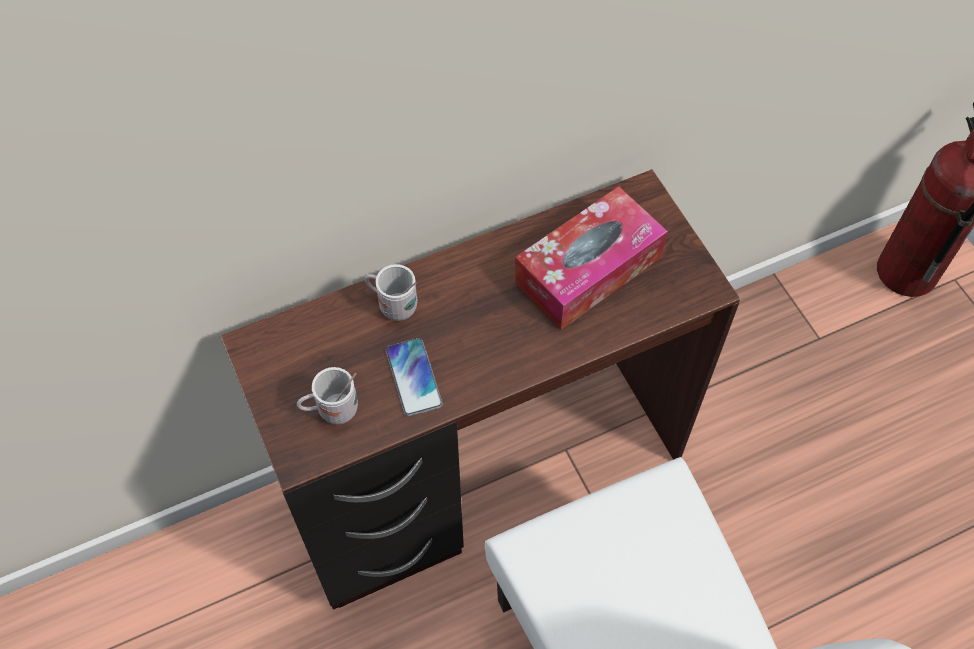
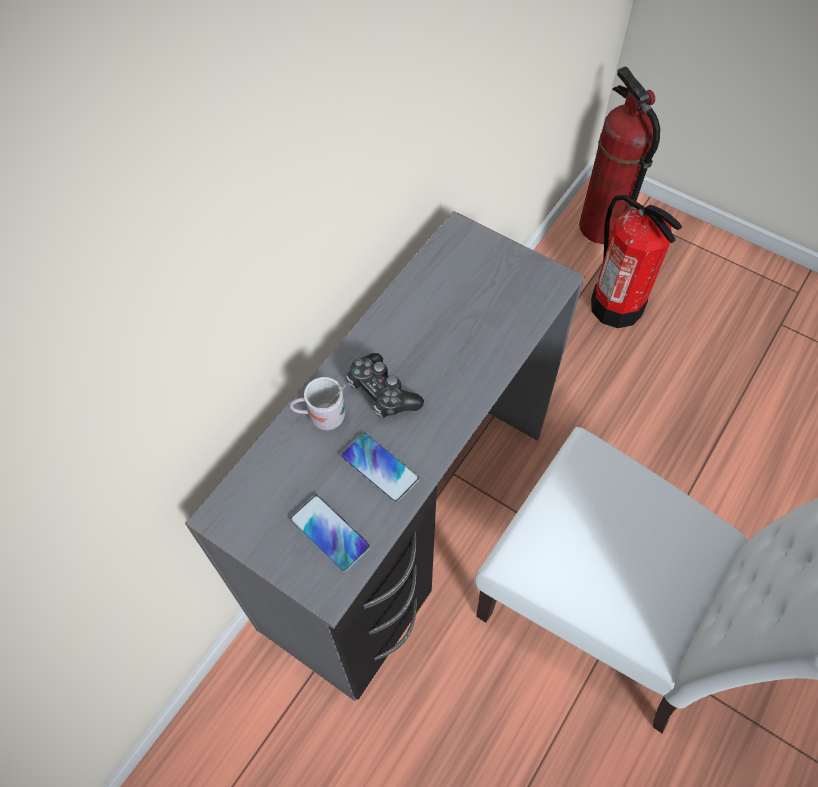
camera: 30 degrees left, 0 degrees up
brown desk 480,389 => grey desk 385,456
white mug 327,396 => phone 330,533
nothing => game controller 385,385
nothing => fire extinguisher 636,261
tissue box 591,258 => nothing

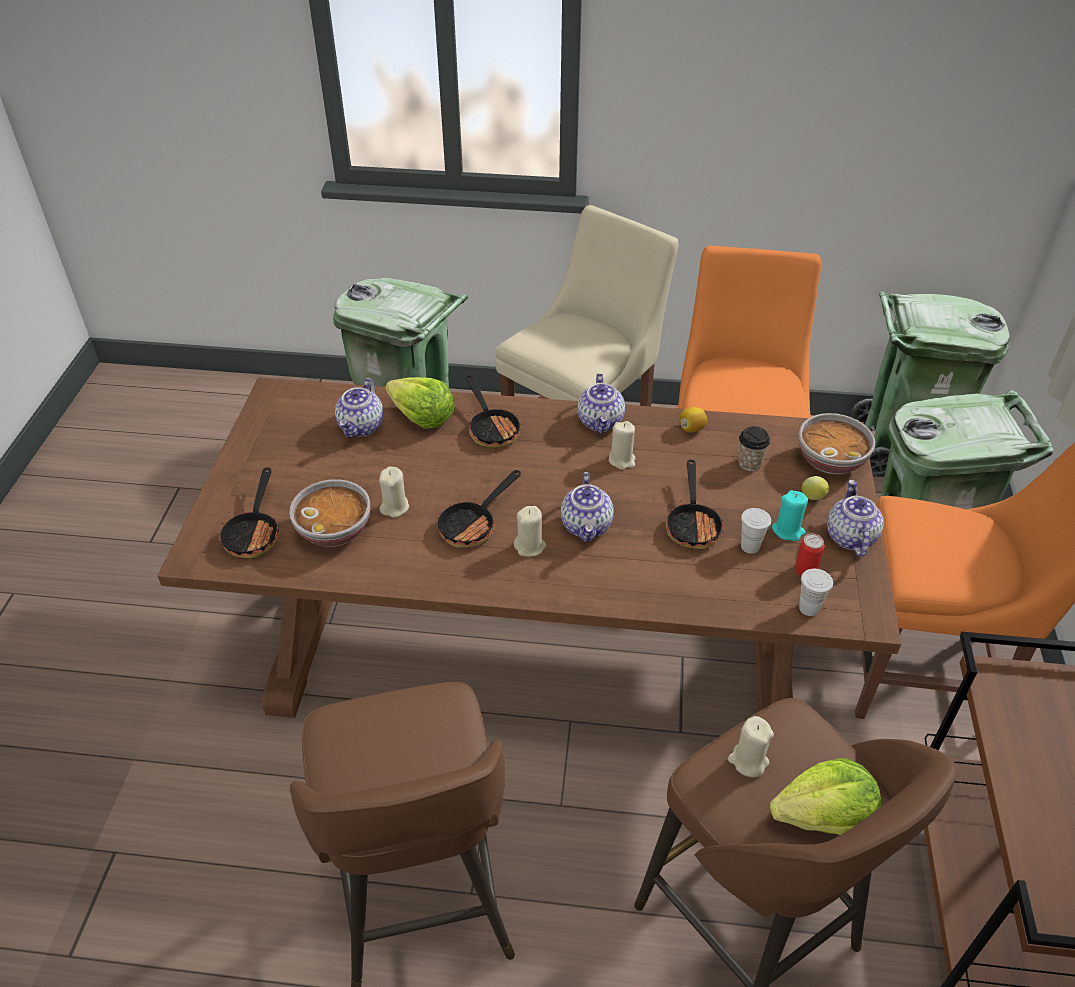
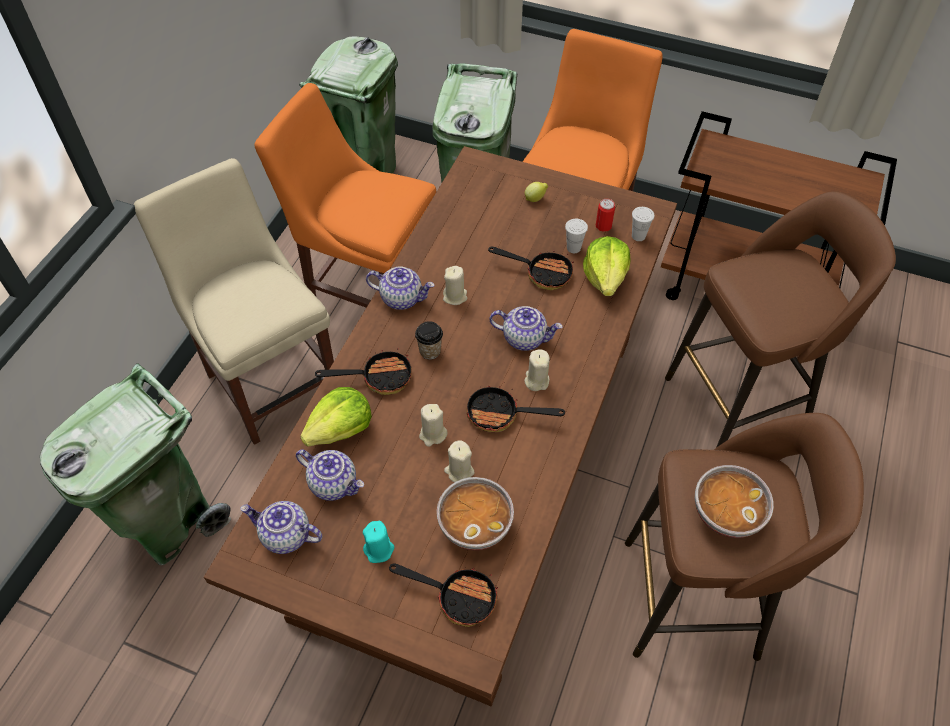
camera: 75 degrees left, 10 degrees up
teapot 855,518 => teapot 281,527, shifted
turquoise candle 790,515 => turquoise candle 378,541, shifted
cup 754,448 => cup 429,340, shifted
beige candle 751,746 => beige candle 433,425, shifted
frying pan 479,509 => frying pan 515,409, 135 degrees clockwise
lettuce 825,796 => lettuce 607,266, shifted
bowl 836,443 => bowl 734,501, shifted
lemon 693,419 => nothing

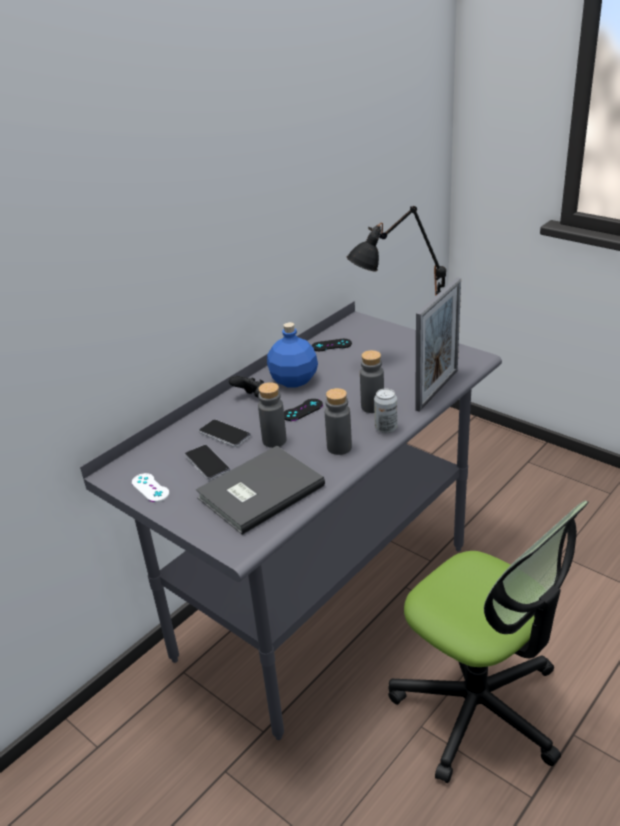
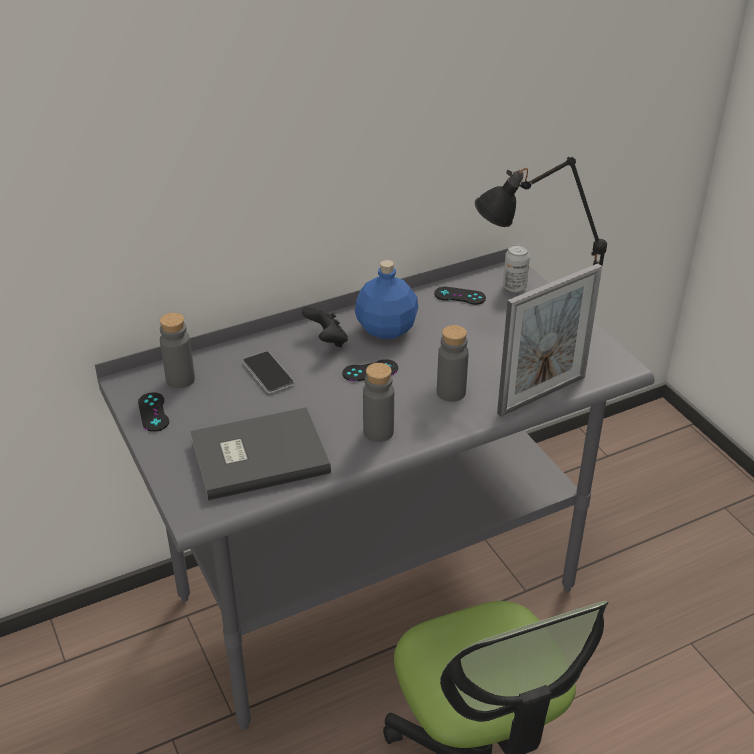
camera: 20 degrees right, 5 degrees up
white game controller 150,487 => black game controller 153,412
grey bottle 272,415 => grey bottle 177,350, shifted
can 385,411 => can 516,268, shifted
phone 207,462 => nothing

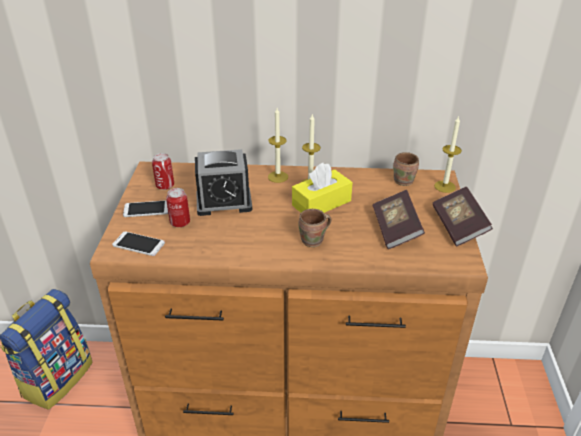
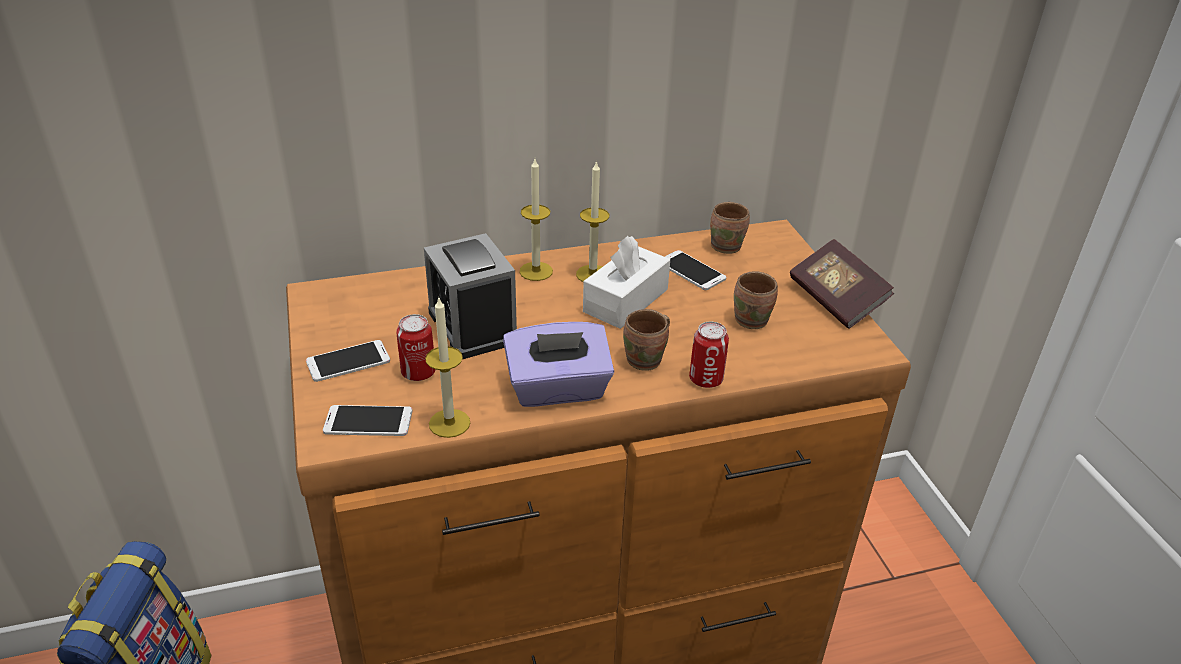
camera: 20 degrees left, 0 degrees up
alarm clock 223,182 => alarm clock 470,296, 90 degrees clockwise
candle 448,154 => candle 447,367, shifted
nothing => purple tissue box 558,364
yellow tissue box 322,188 => white tissue box 626,282
nothing => phone 695,270
can 163,171 => can 709,355, shifted
book 399,219 => brown mug 756,300

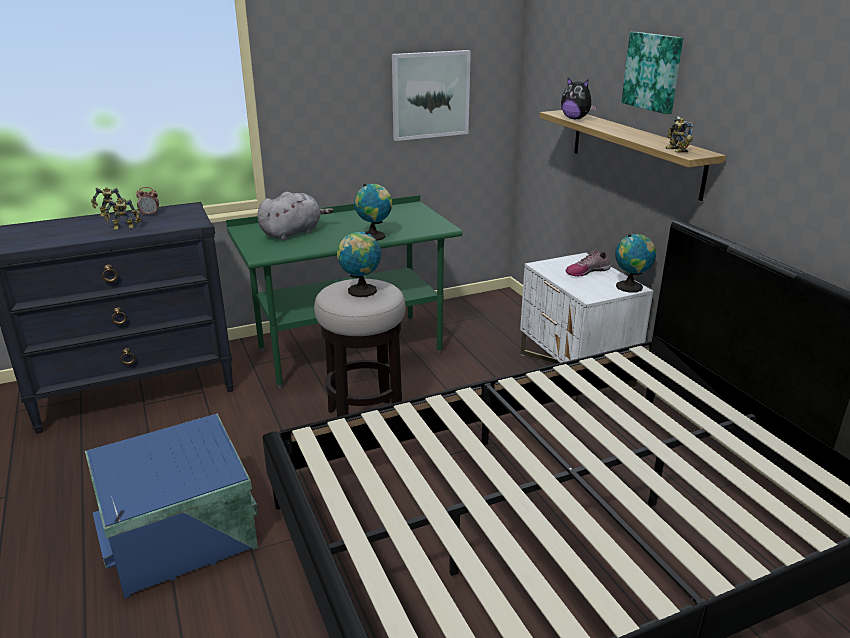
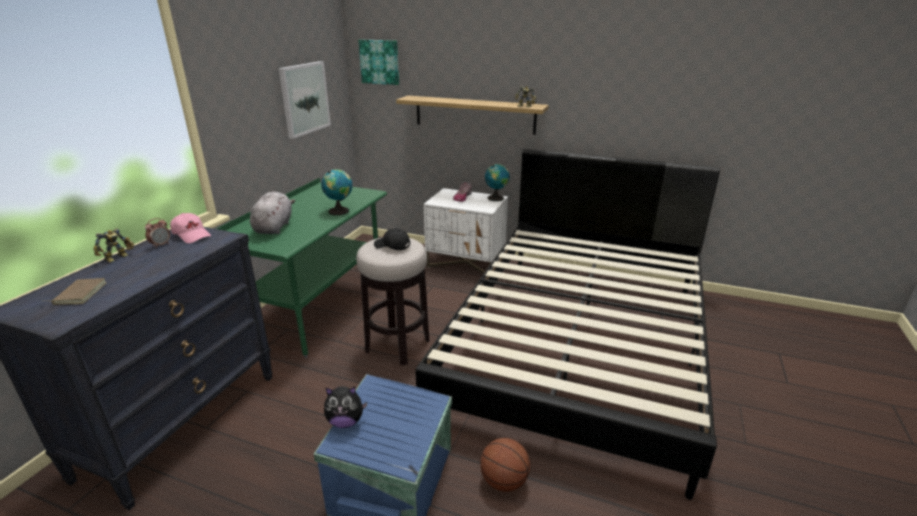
camera: 45 degrees left, 0 degrees up
nothing => brown book 75,291
nothing => pink cap 190,228
plush toy 579,98 => plush toy 345,407, shifted
picture 652,73 => picture 378,62, shifted
globe 359,264 => black cap 392,239
nothing => basketball 505,465
toy robot 122,215 => nothing

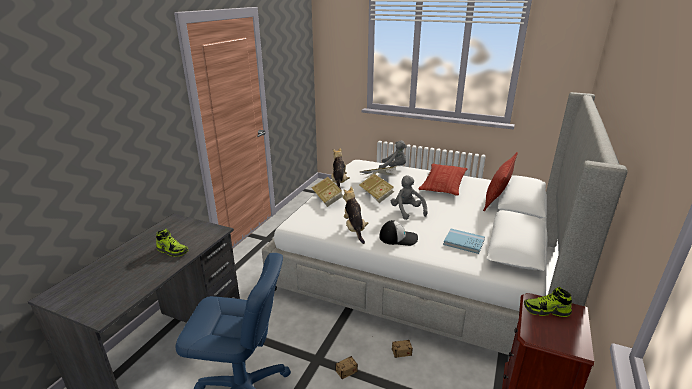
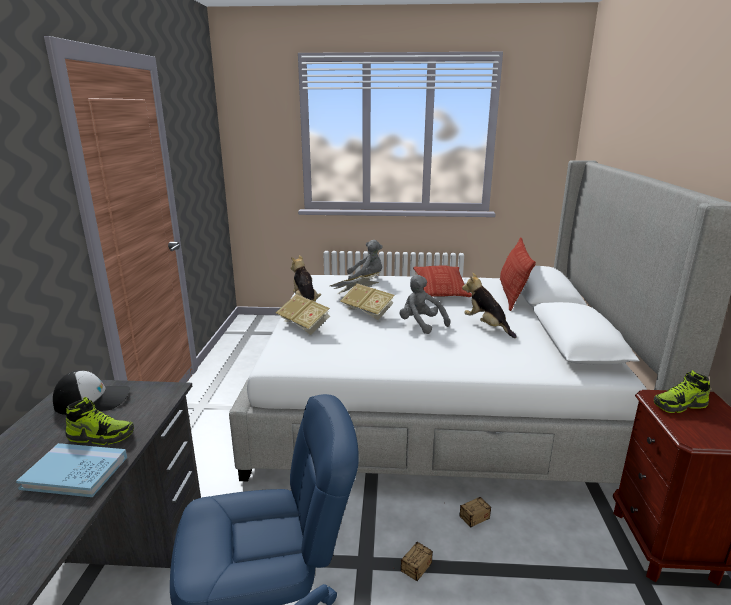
camera: 20 degrees left, 5 degrees down
blue book 464,241 => blue book 71,470, shifted
cap 398,233 => cap 91,392, shifted
plush toy 355,215 => plush toy 489,305, shifted

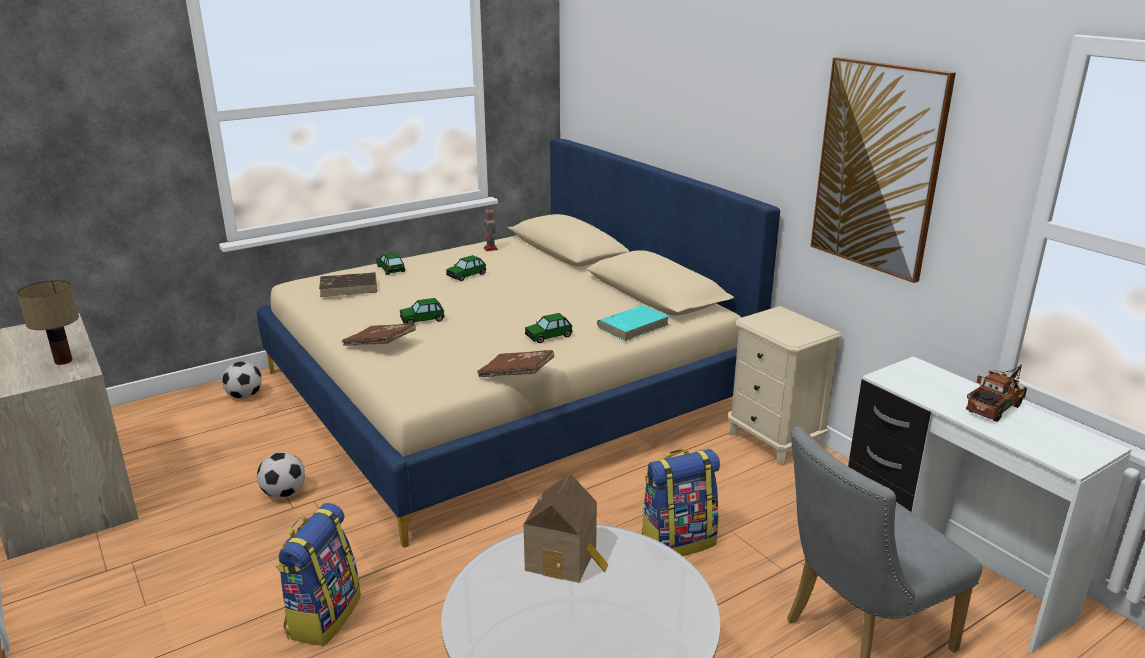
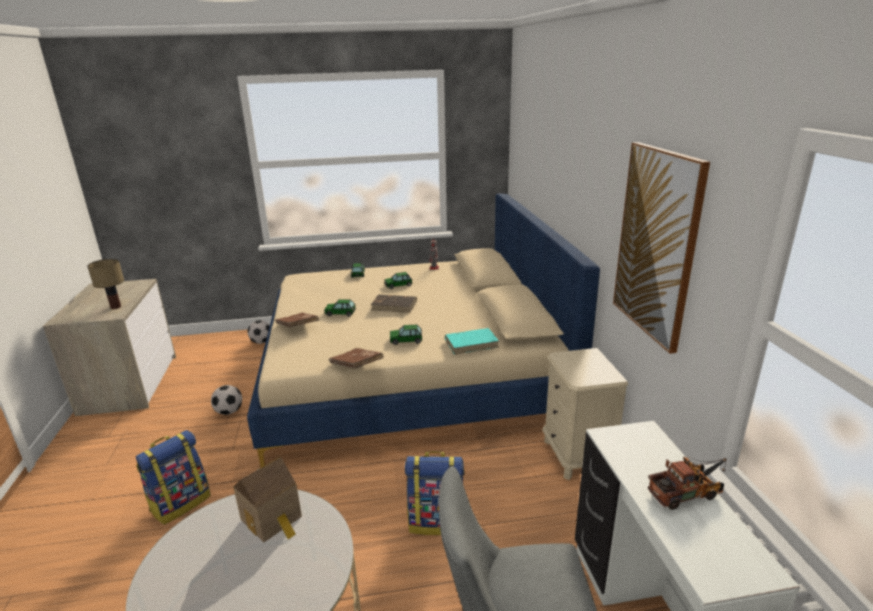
camera: 25 degrees right, 0 degrees up
brown book 348,284 => brown book 394,303, shifted

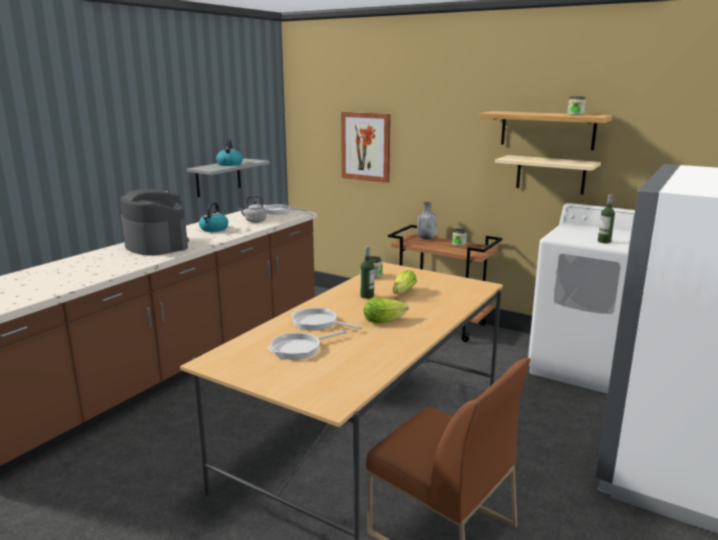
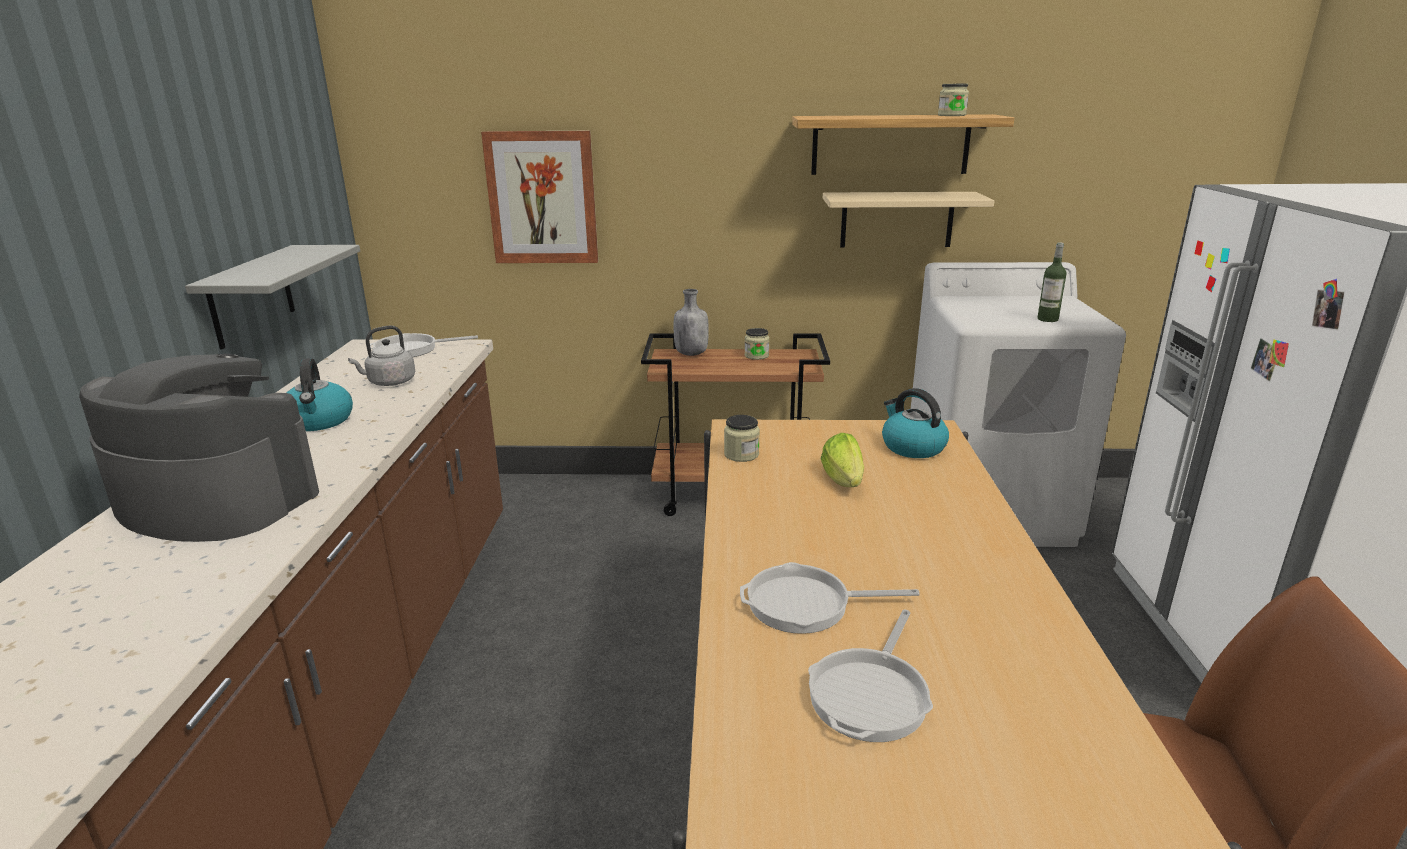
camera: 30 degrees left, 5 degrees up
kettle 229,152 => kettle 915,423, shifted
bottle 367,272 => nothing
lettuce 386,310 => nothing

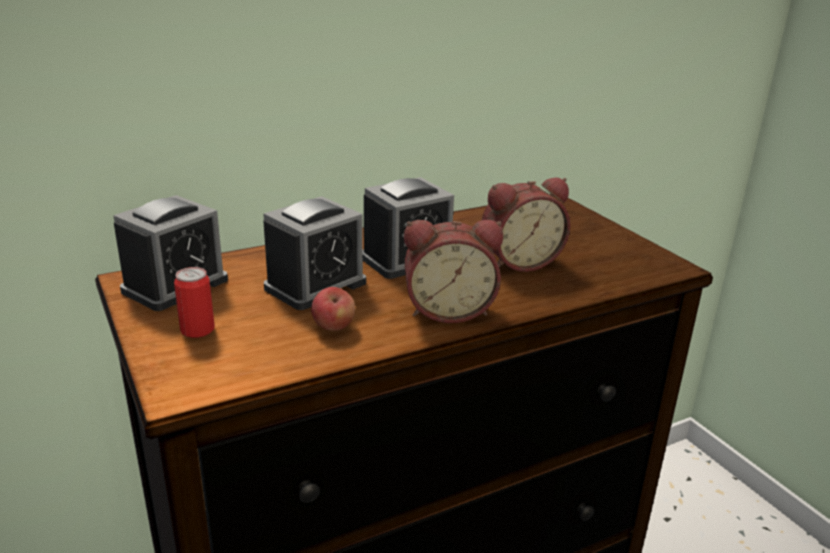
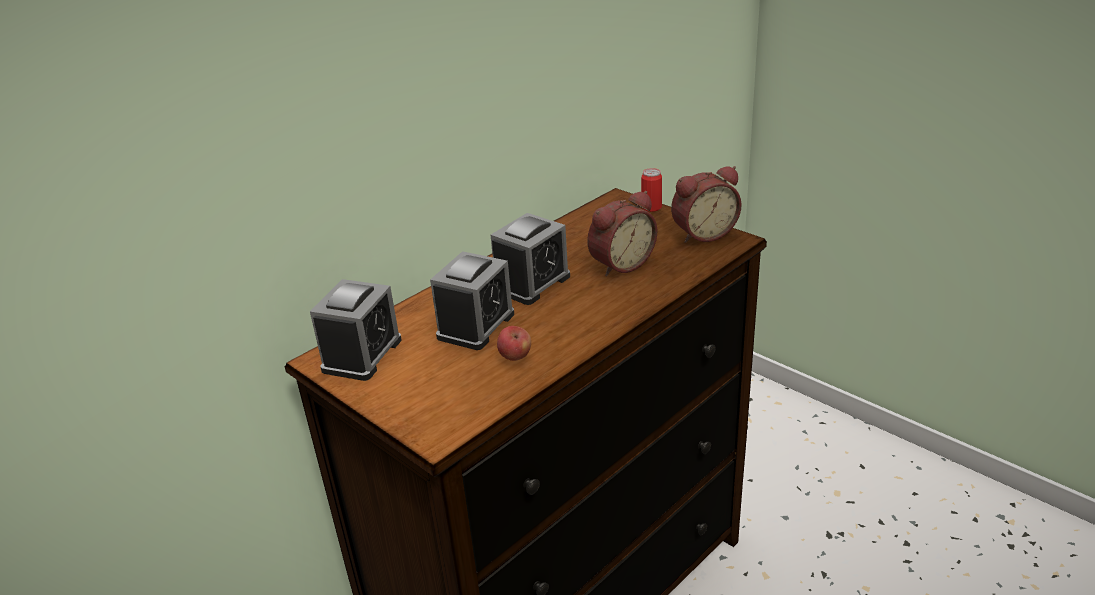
camera: 15 degrees left, 5 degrees up
can 194,302 => can 651,190, shifted
alarm clock 453,271 => alarm clock 706,204, shifted

